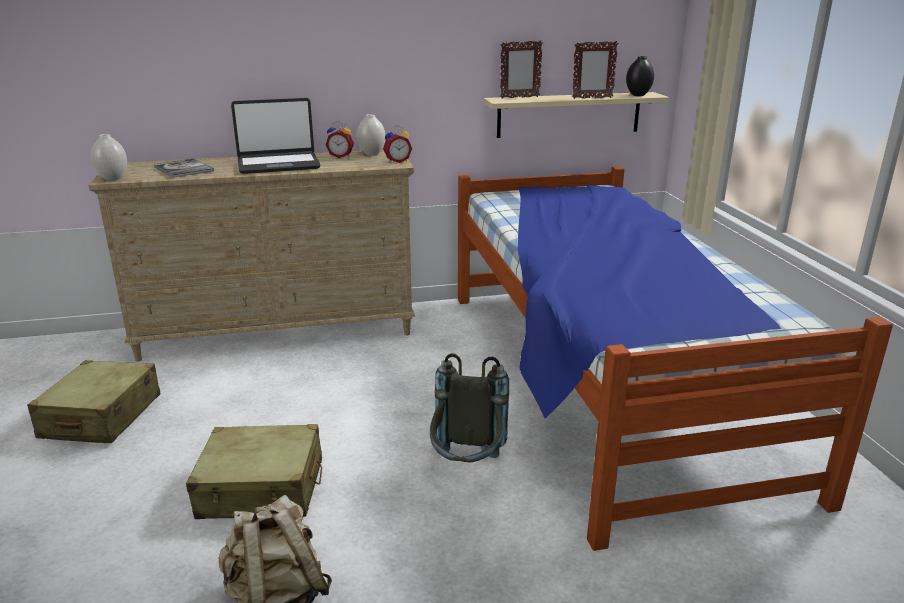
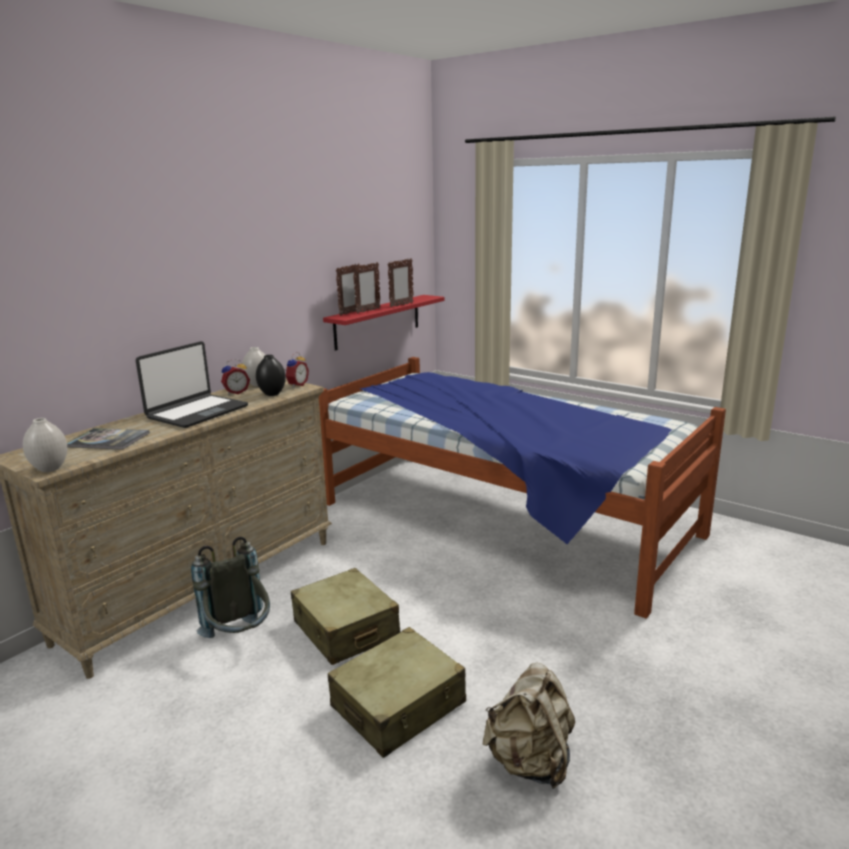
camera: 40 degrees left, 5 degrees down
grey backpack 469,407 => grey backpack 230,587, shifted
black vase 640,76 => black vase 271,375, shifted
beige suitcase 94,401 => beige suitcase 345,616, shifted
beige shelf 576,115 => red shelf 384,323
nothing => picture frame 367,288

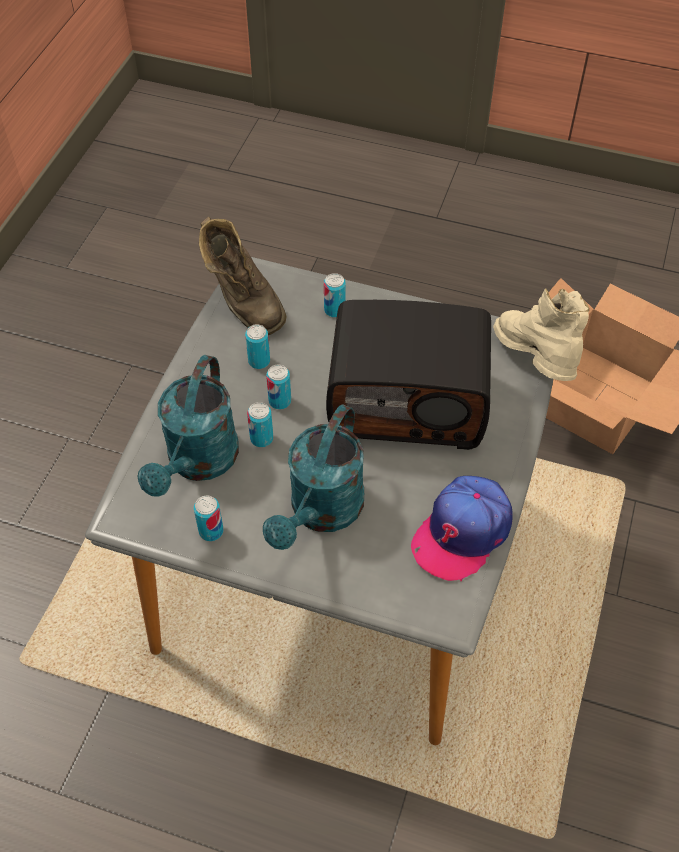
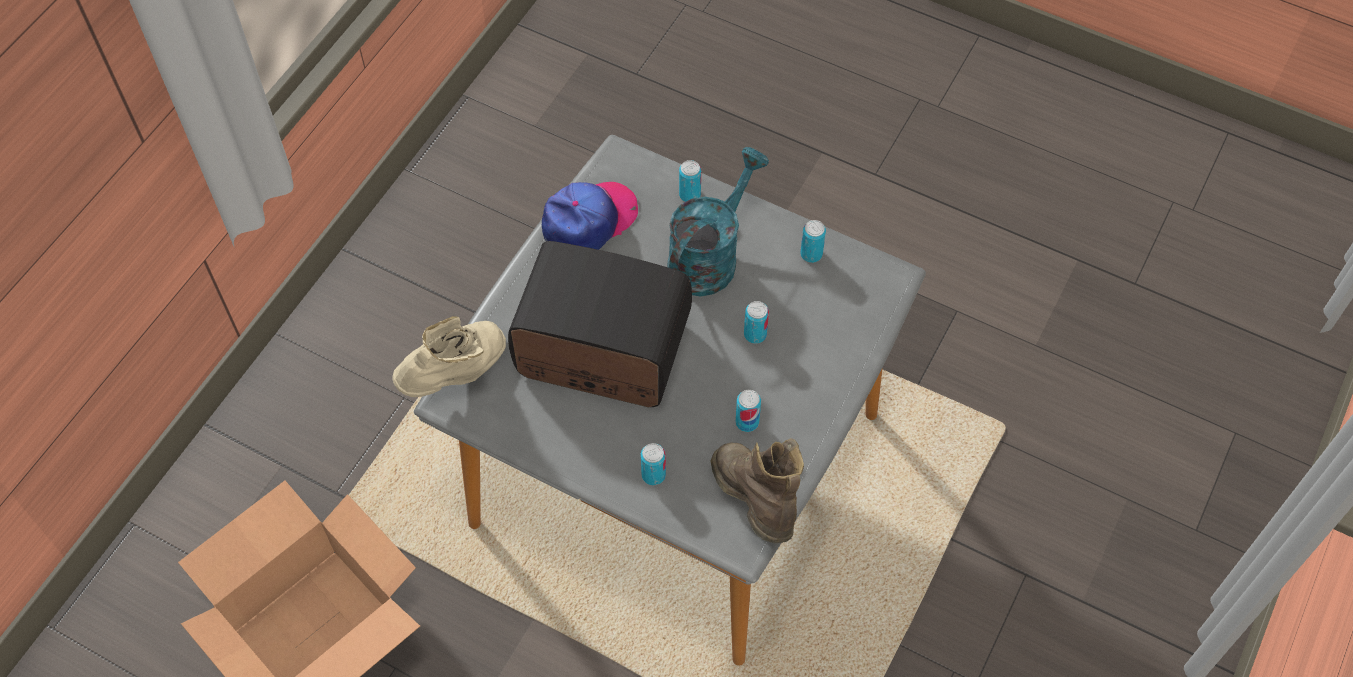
camera: 170 degrees left, 5 degrees up
beige boot 541,334 => beige boot 449,356, 120 degrees counterclockwise
can 278,387 => can 690,181, shifted
turquoise watering can 188,426 => nothing

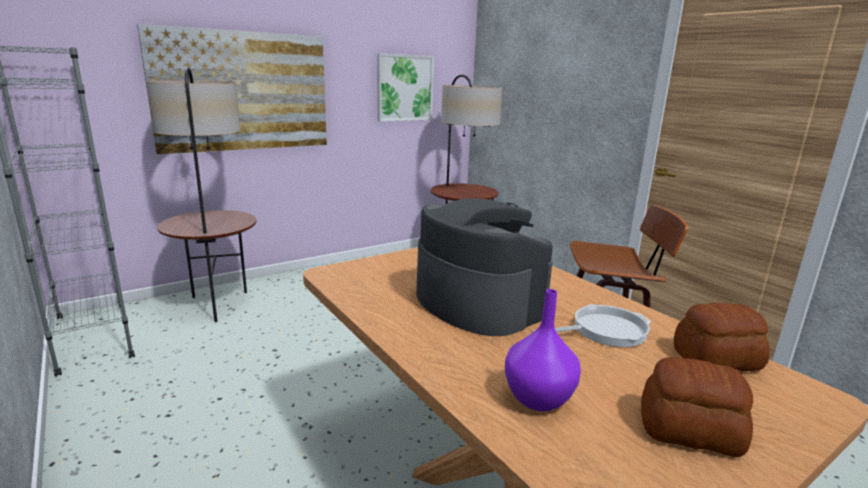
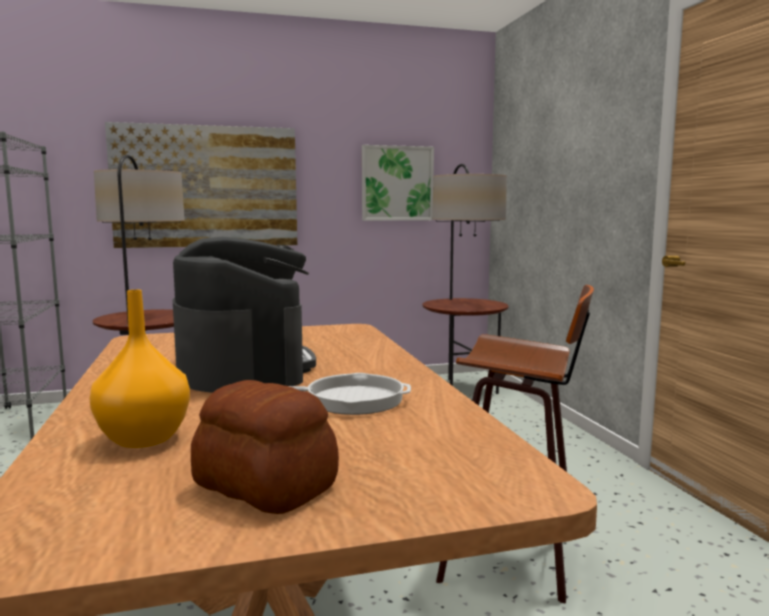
camera: 20 degrees right, 10 degrees down
purple vase 543,350 => orange vase 139,369
bread 722,337 => nothing

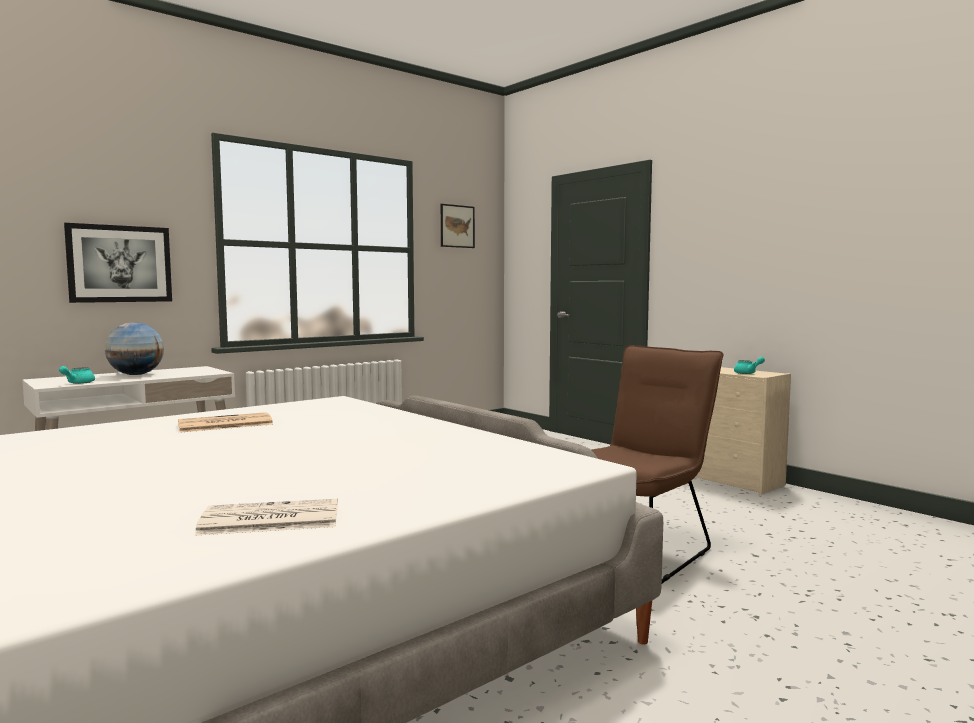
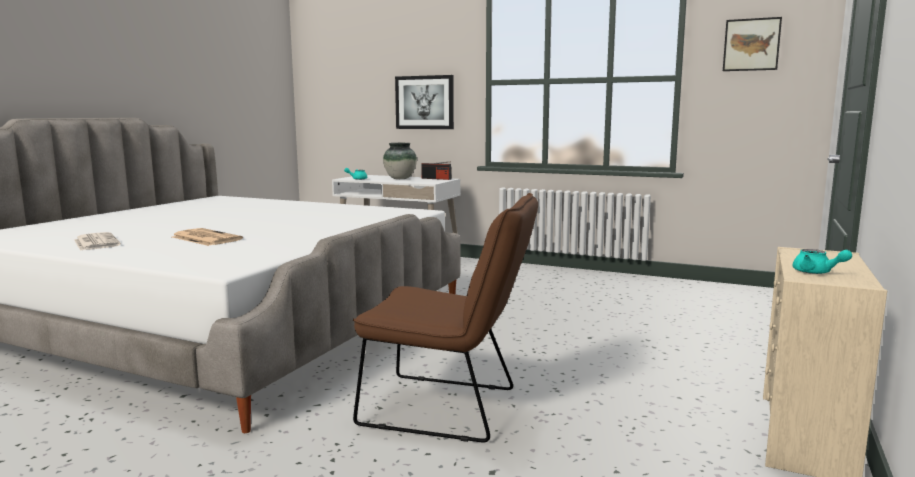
camera: 65 degrees right, 5 degrees up
newspaper 225,422 => newspaper 207,237, shifted
globe 134,348 => vase 400,161
nothing => radio 436,170

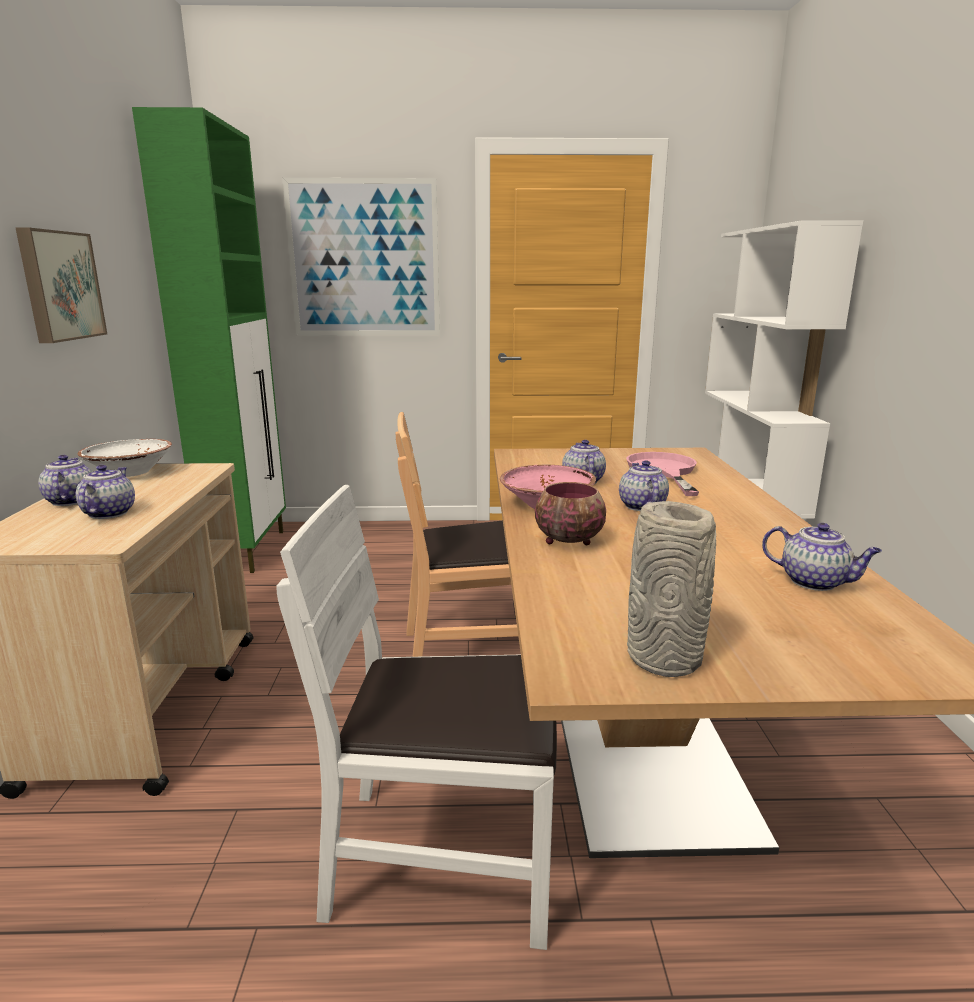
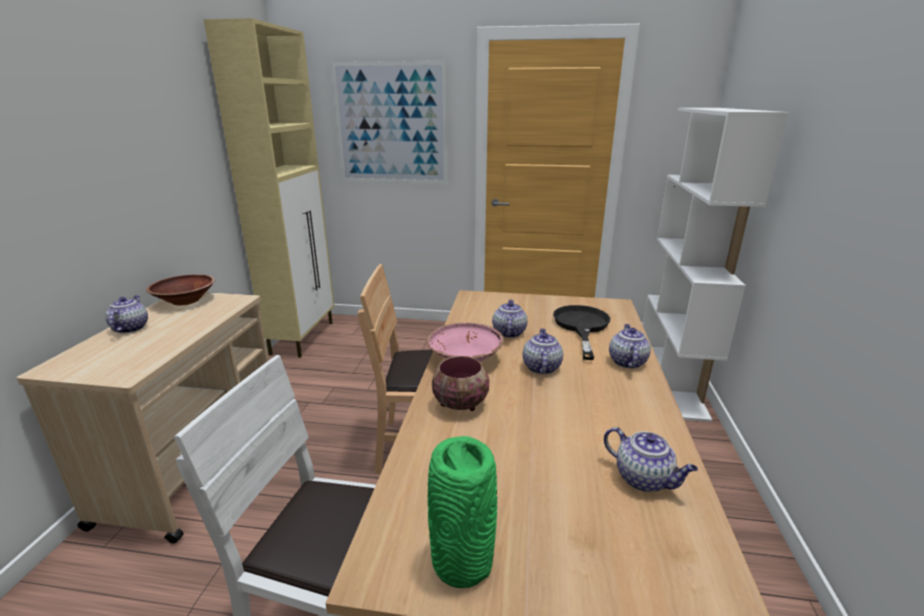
camera: 10 degrees right, 5 degrees up
white bowl 125,458 => brown bowl 180,290
green cabinet 209,340 => beige cabinet 268,188
grey vase 671,589 => green vase 462,512
pink frying pan 662,474 => black frying pan 581,332
teapot 105,492 => teapot 630,346, shifted
picture 61,285 => nothing

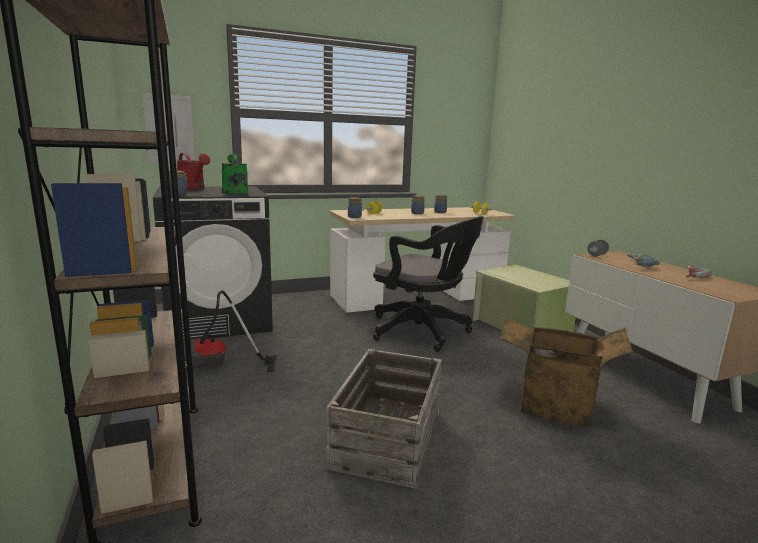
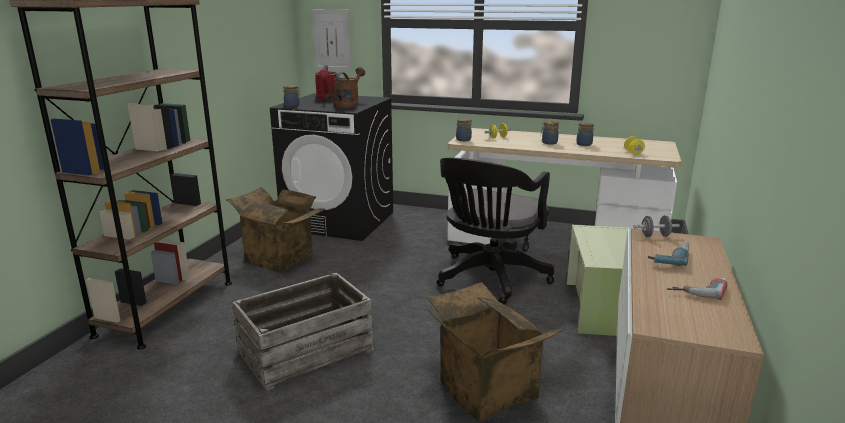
camera: 40 degrees right, 5 degrees up
vacuum cleaner 230,331 => cardboard box 275,230
green watering can 234,174 => brown watering can 349,87
black office chair 428,284 => black office chair 495,231, 45 degrees clockwise

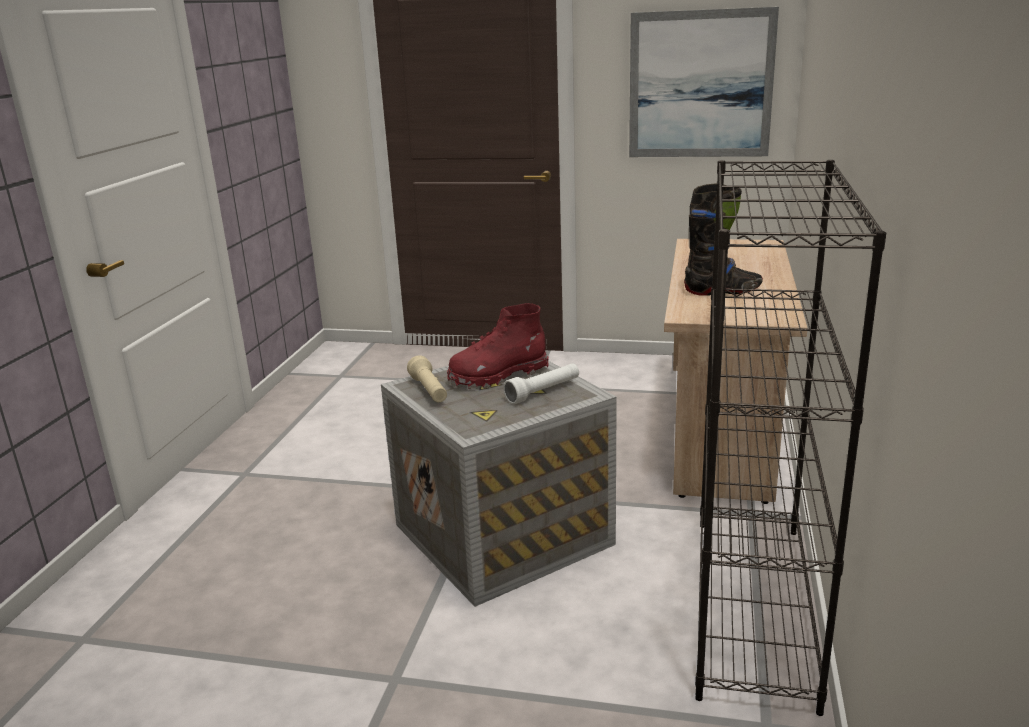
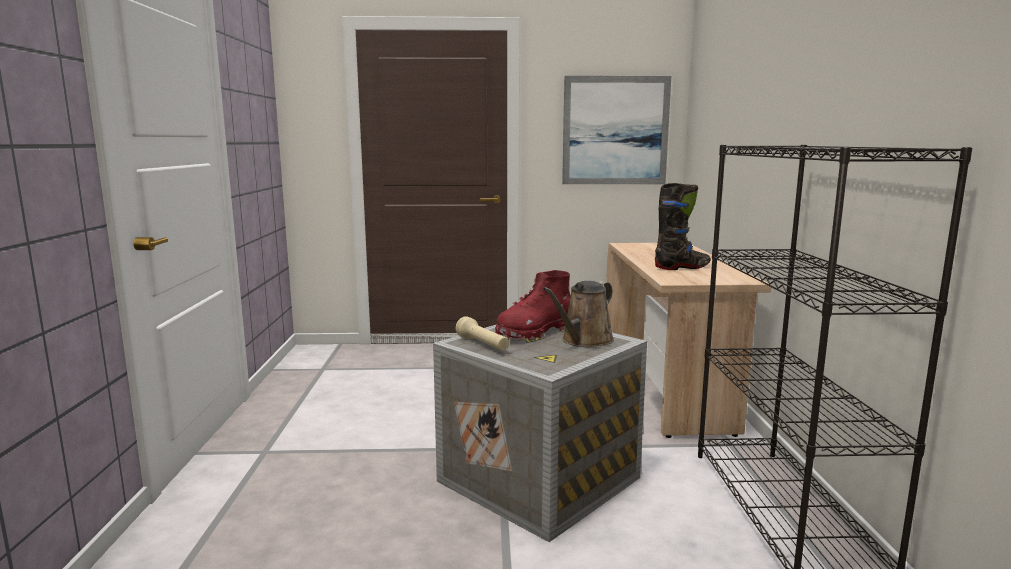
camera: 15 degrees left, 10 degrees down
white flashlight 541,383 => brown watering can 578,314

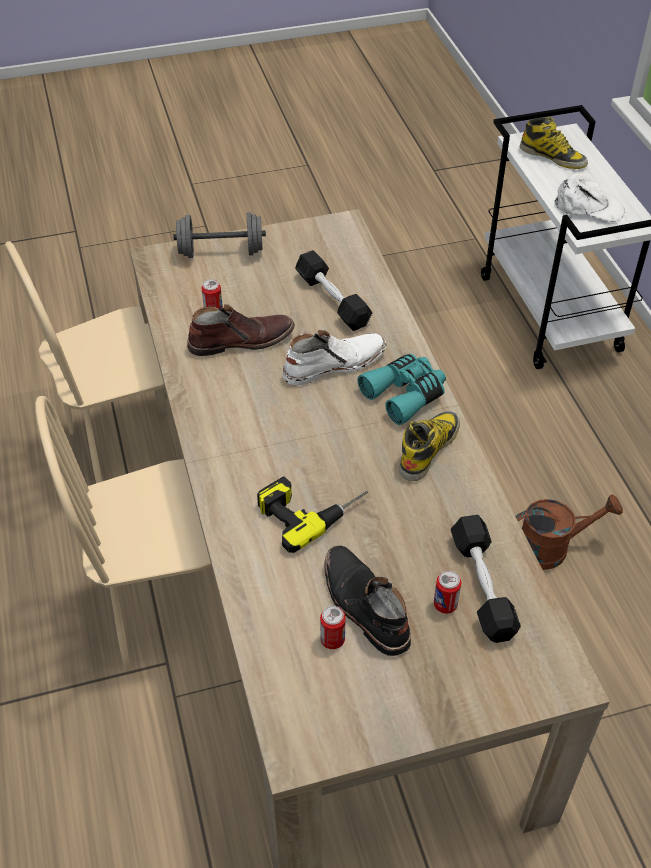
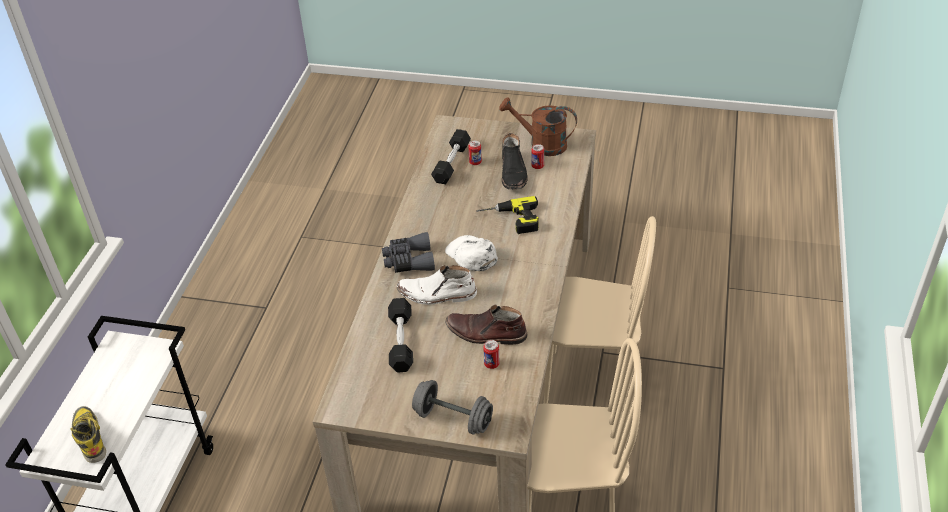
camera: 150 degrees left, 5 degrees down
turquoise binoculars 401,389 => grey binoculars 408,252
white cap 590,197 => white cap 471,253, shifted
brown watering can 569,532 => brown watering can 538,126, shifted
boot 429,446 => nothing

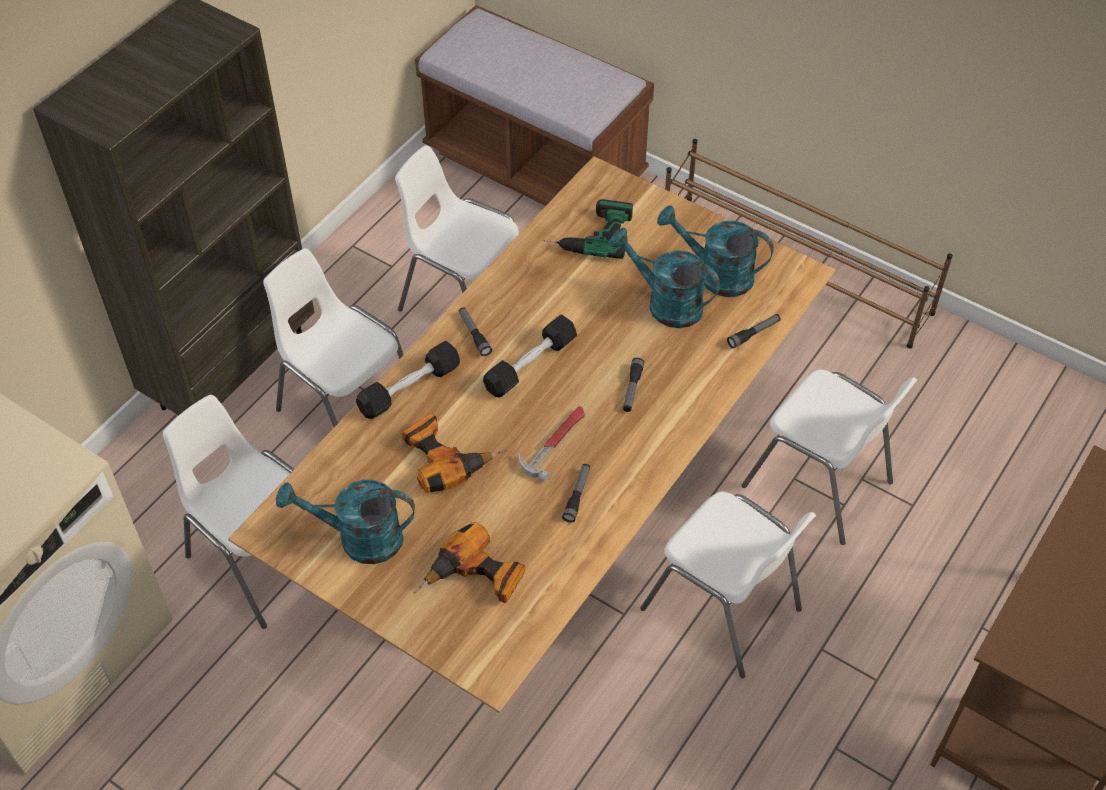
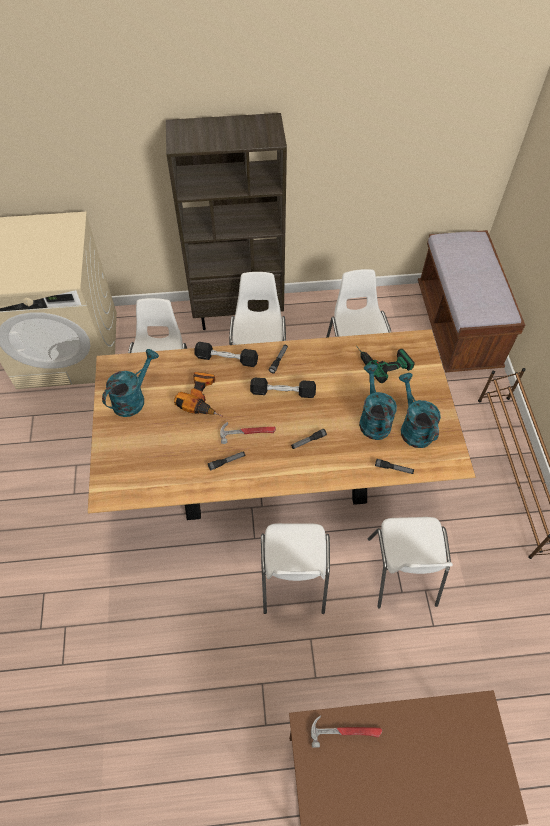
camera: 50 degrees right, 5 degrees up
turquoise watering can 345,522 => turquoise watering can 130,383, 75 degrees clockwise
nothing => hammer 346,732
power drill 469,562 => nothing

